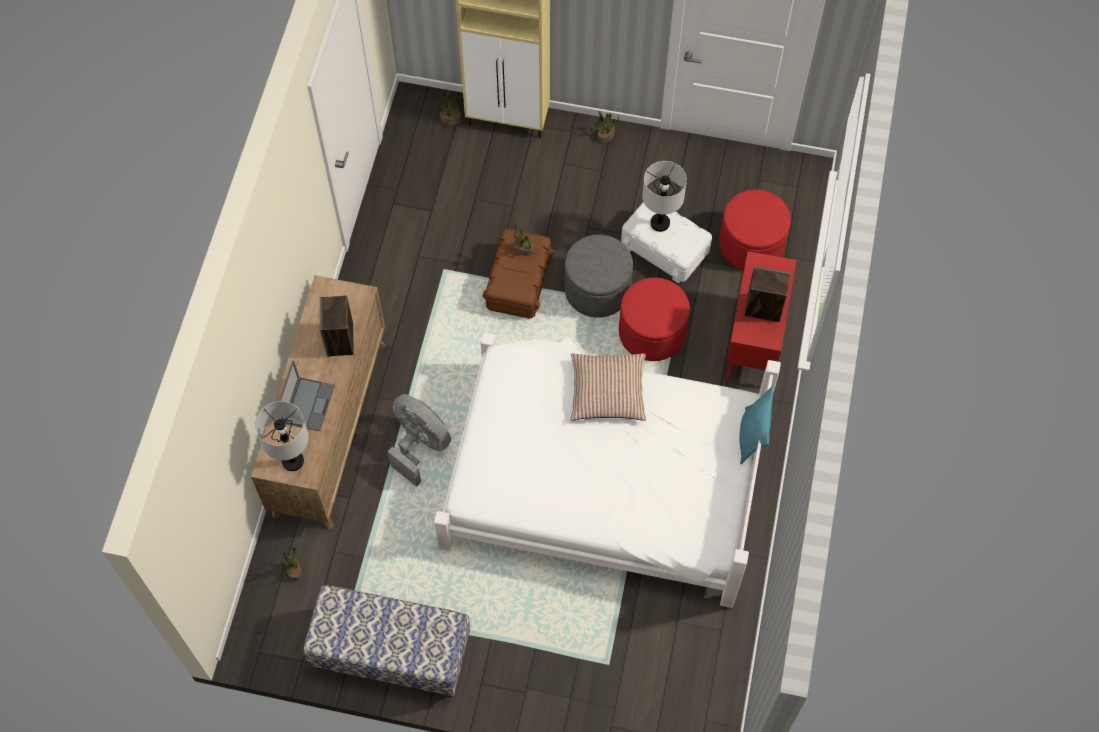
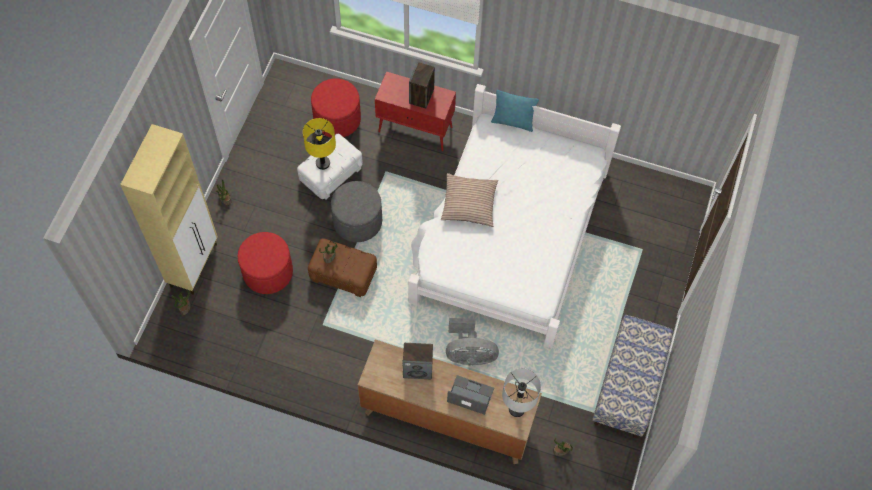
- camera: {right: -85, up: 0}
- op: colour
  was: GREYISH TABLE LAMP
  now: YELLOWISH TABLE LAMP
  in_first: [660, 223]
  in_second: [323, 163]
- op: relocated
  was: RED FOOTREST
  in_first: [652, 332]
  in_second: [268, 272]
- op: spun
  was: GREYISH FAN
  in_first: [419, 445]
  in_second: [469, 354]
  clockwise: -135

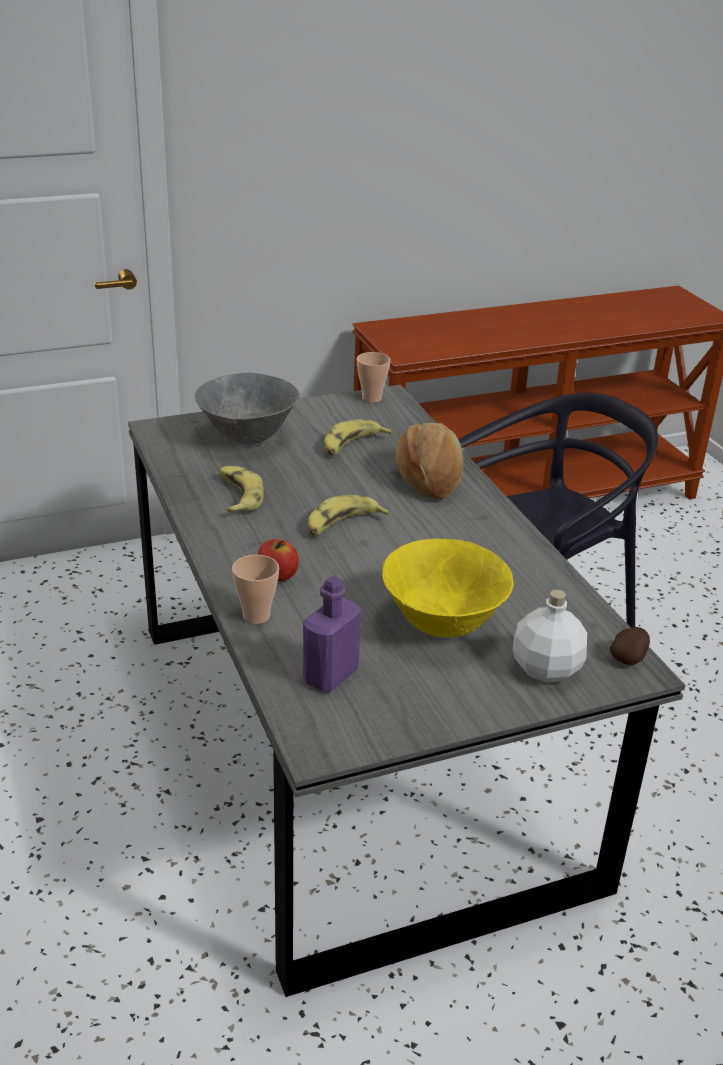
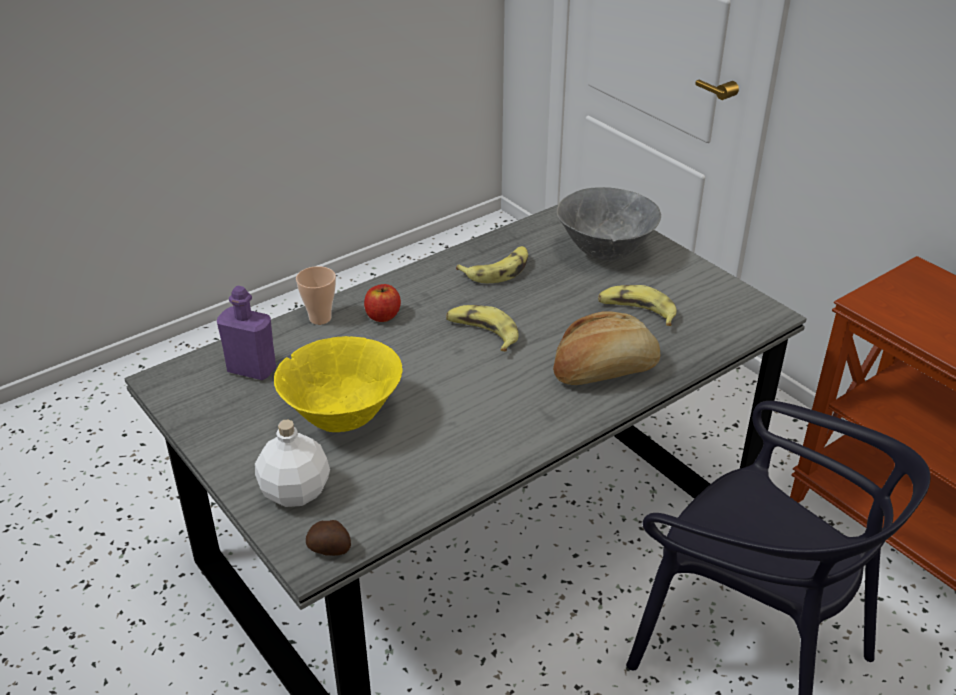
- camera: {right: 75, up: 5}
- op: missing
  was: SMALL CUP
  in_first: [371, 398]

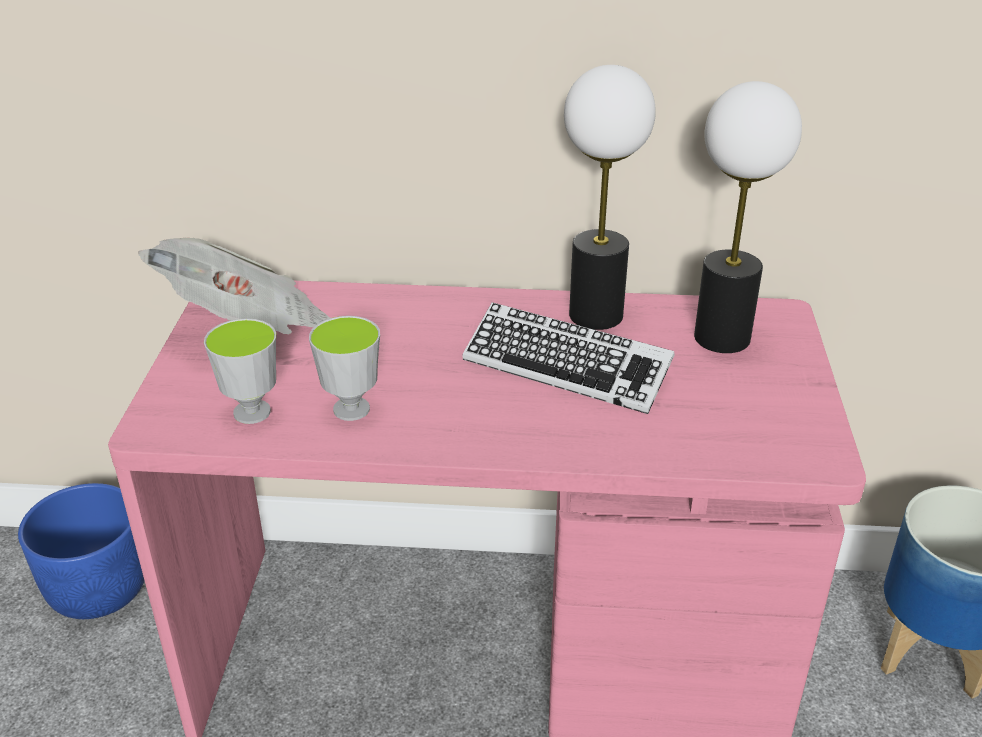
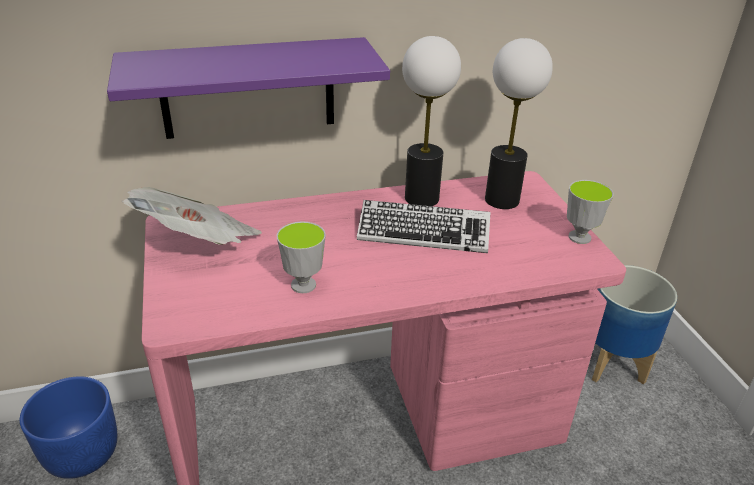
- camera: {right: -20, up: 0}
- op: relocated
  was: SMALL CUP
  in_first: [252, 412]
  in_second: [579, 237]
- op: appeared
  now: PURPLISH WALL SHELF
  in_second: [248, 88]

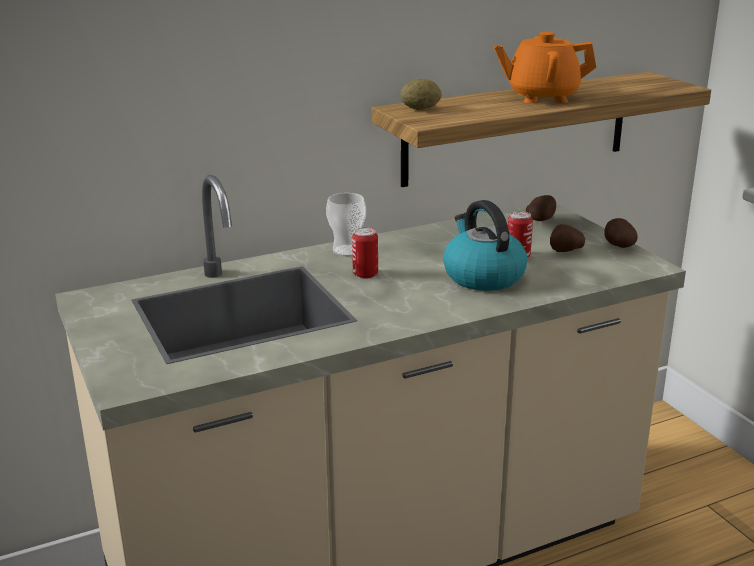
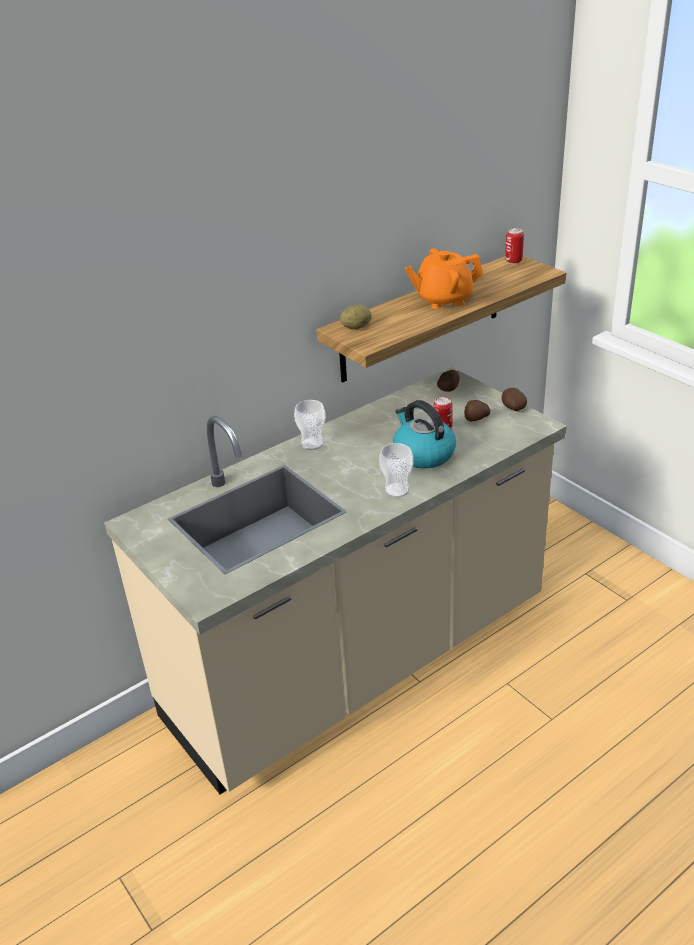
- camera: {right: -10, up: 10}
- op: relocated
  was: METAL CAN
  in_first: [365, 274]
  in_second: [513, 261]
- op: appeared
  now: SMALL CUP
  in_second: [397, 490]

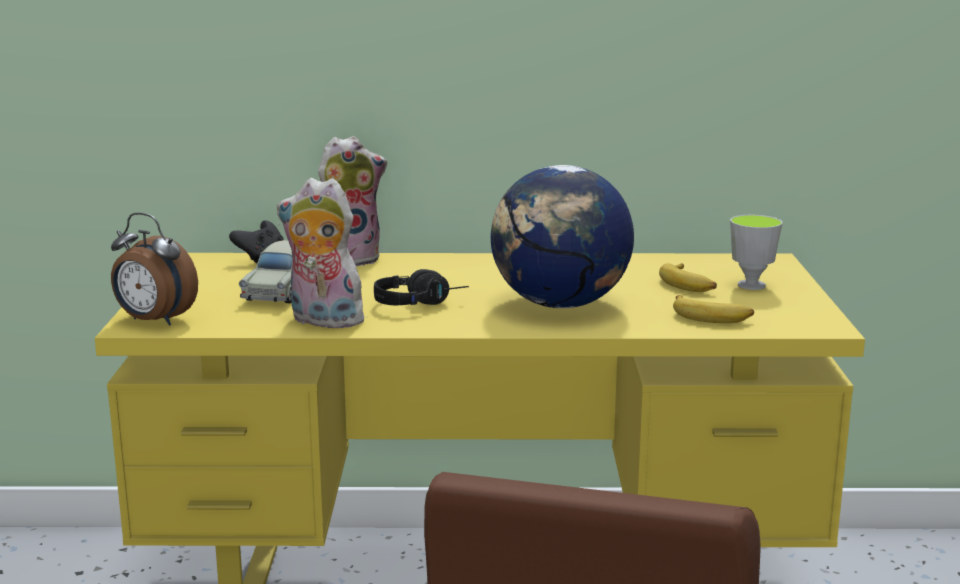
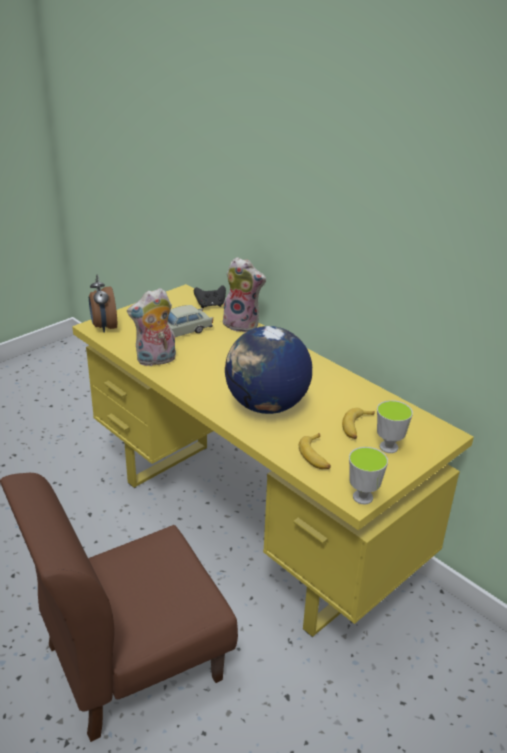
- camera: {right: 45, up: 15}
- op: spun
  was: SOFT TOY
  in_first: [322, 321]
  in_second: [156, 360]
  clockwise: -90
- op: missing
  was: BLACK PAIR OF HEADPHONES
  in_first: [420, 303]
- op: appeared
  now: SMALL CUP
  in_second: [362, 497]

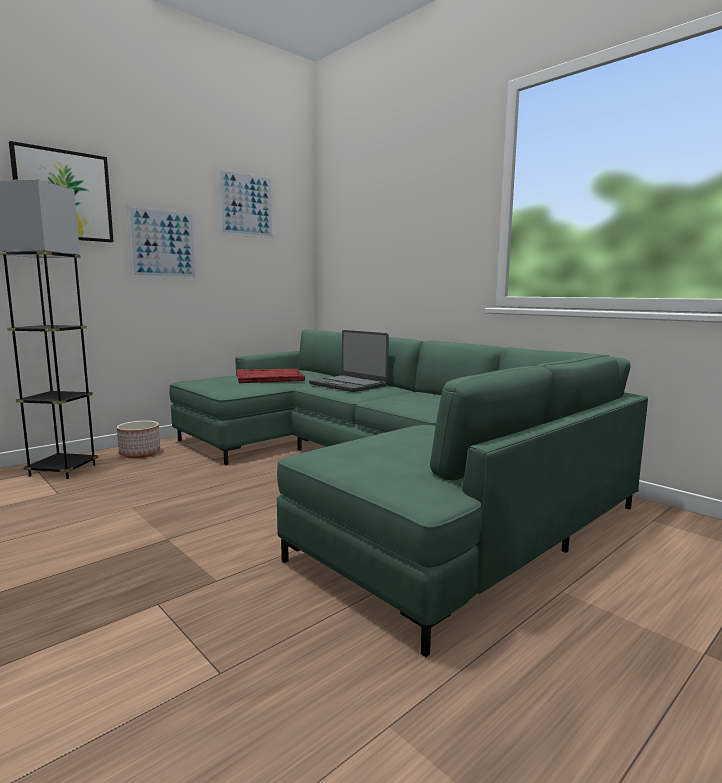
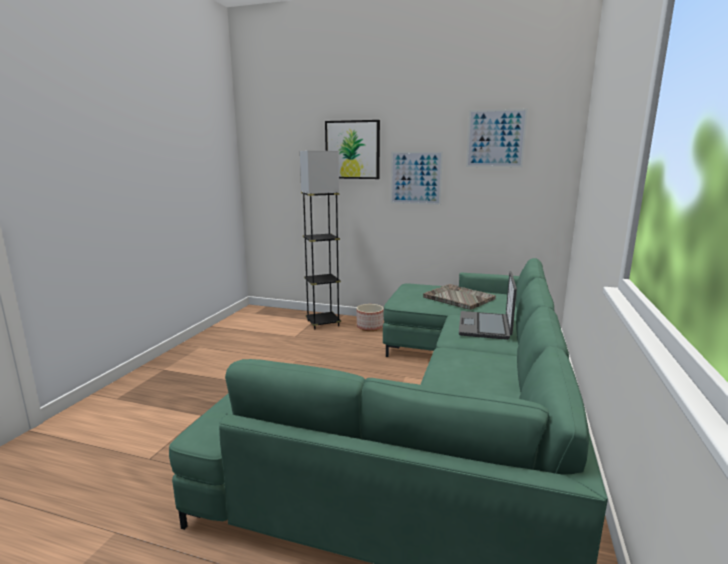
- camera: {right: 60, up: 5}
- op: colour
  was: RED CARRYING TRAY
  now: GREYISH CARRYING TRAY
  in_first: [269, 377]
  in_second: [458, 298]

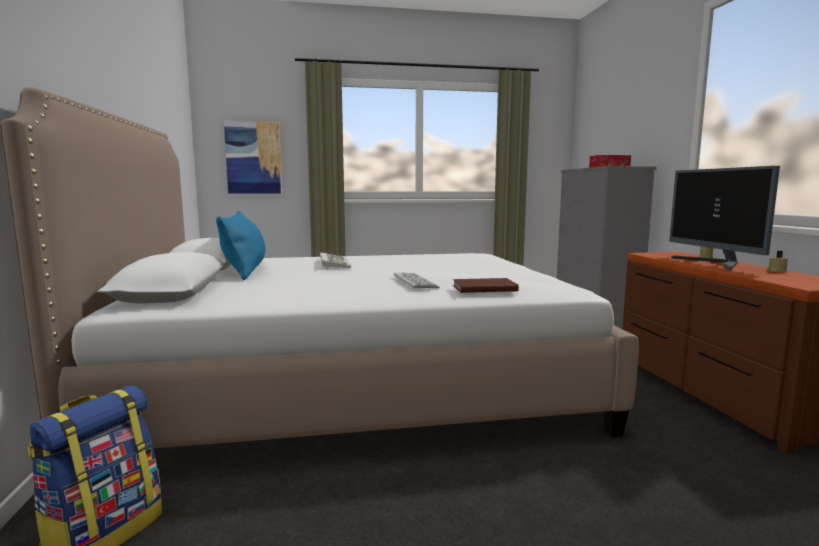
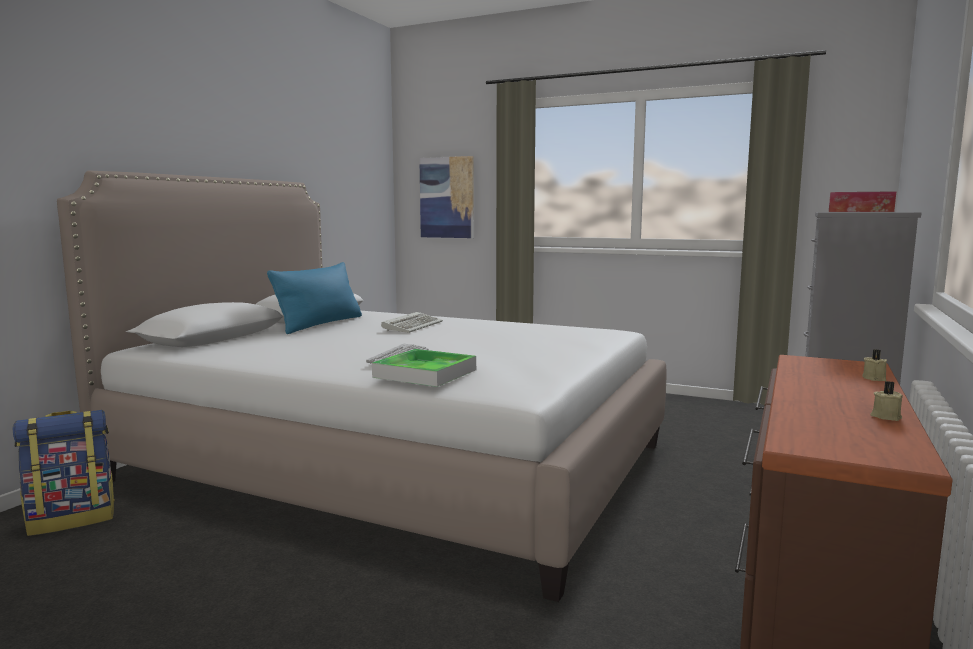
- camera: {right: 35, up: 0}
- op: missing
  was: COMPUTER SCREEN
  in_first: [715, 264]
- op: exchanged
  was: BROWN BOOK
  now: CARRYING TRAY
  in_first: [483, 288]
  in_second: [425, 373]

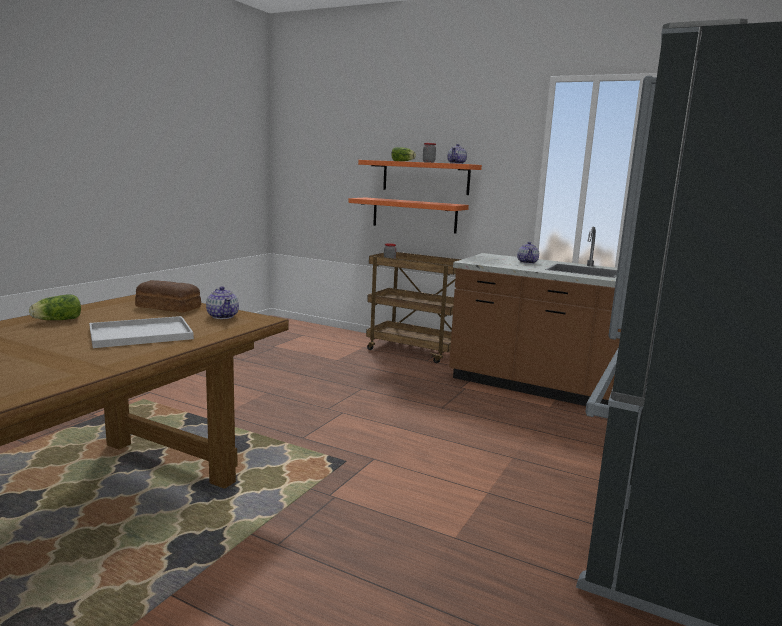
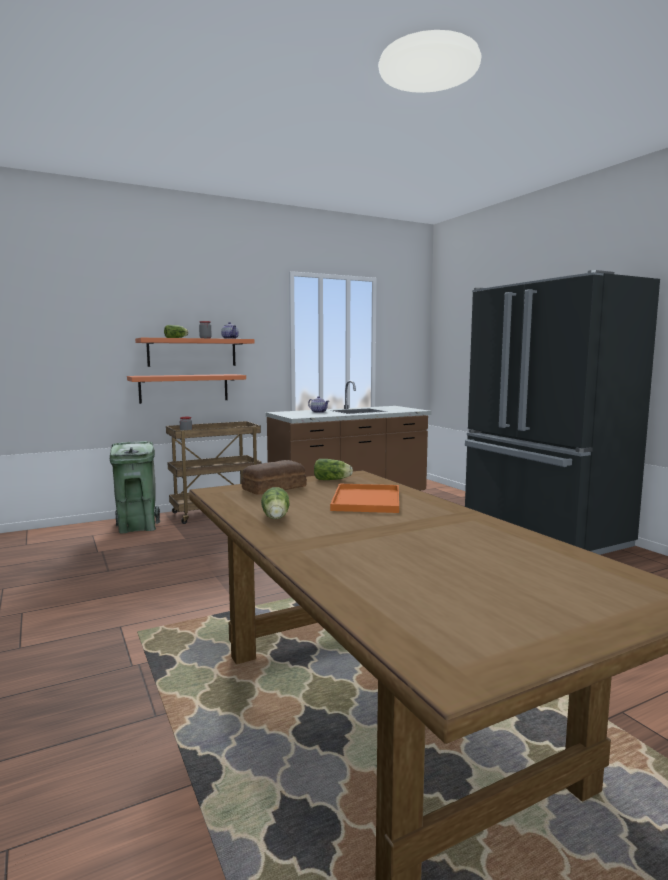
- camera: {right: -55, up: -5}
- op: exchanged
  was: POT FOR TEA
  now: LETTUCE HEAD
  in_first: [223, 316]
  in_second: [333, 480]
- op: colour
  was: WHITE-COLOURED CARRYING TRAY
  now: ORANGE-COLOURED CARRYING TRAY
  in_first: [143, 333]
  in_second: [365, 499]
- op: appeared
  now: GREEN-COLOURED RUBBISH BIN
  in_second: [137, 527]

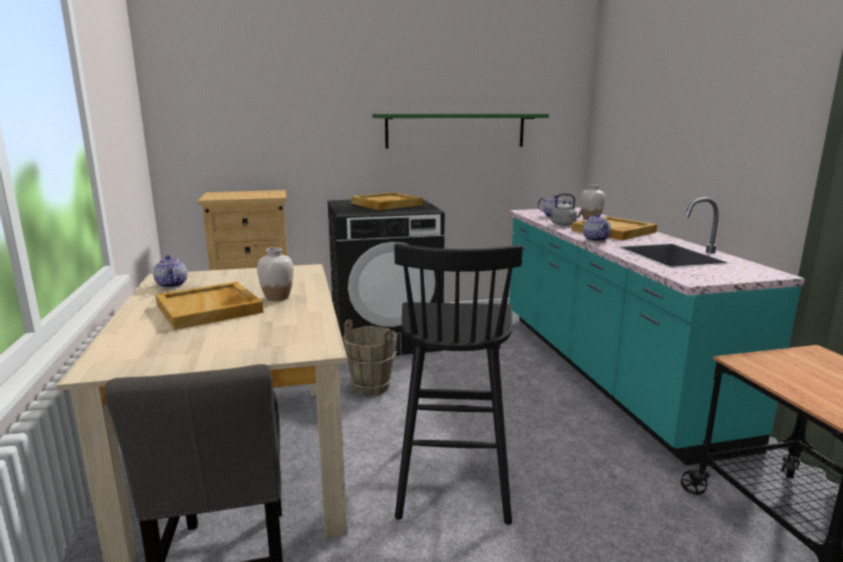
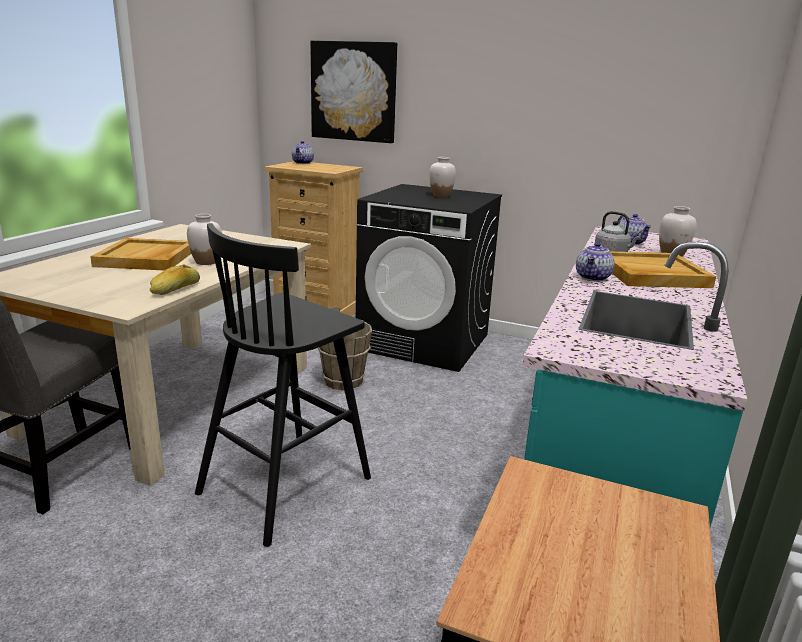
- camera: {right: 35, up: 5}
- op: missing
  was: GREEN-COLOURED WALL SHELF
  in_first: [456, 130]
- op: exchanged
  was: BEIGE CARRYING TRAY
  now: WHITE-COLOURED VASE
  in_first: [386, 204]
  in_second: [441, 195]
- op: relocated
  was: POT FOR TEA
  in_first: [172, 285]
  in_second: [303, 163]
- op: appeared
  now: WALL PICTURE
  in_second: [354, 92]
- op: appeared
  now: BAKERY BREAD
  in_second: [176, 289]

